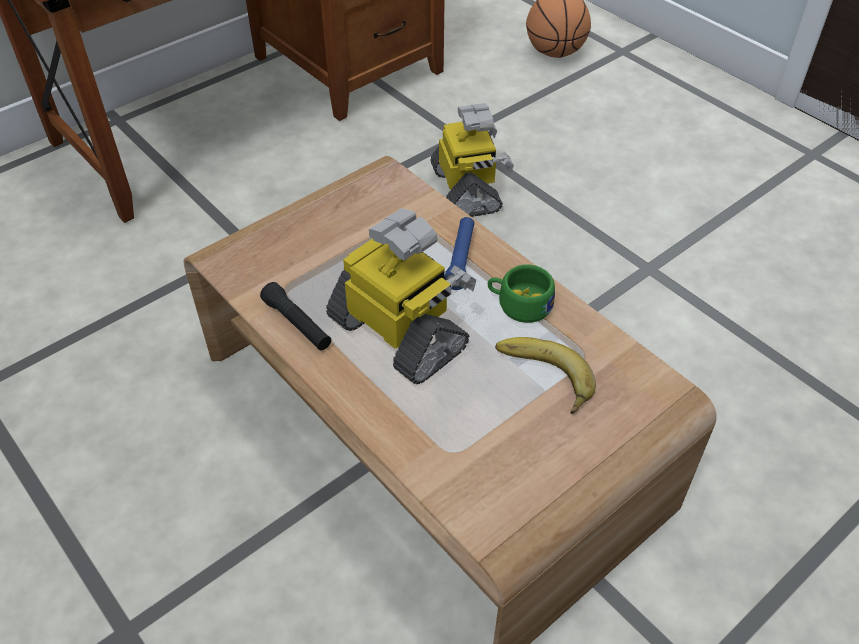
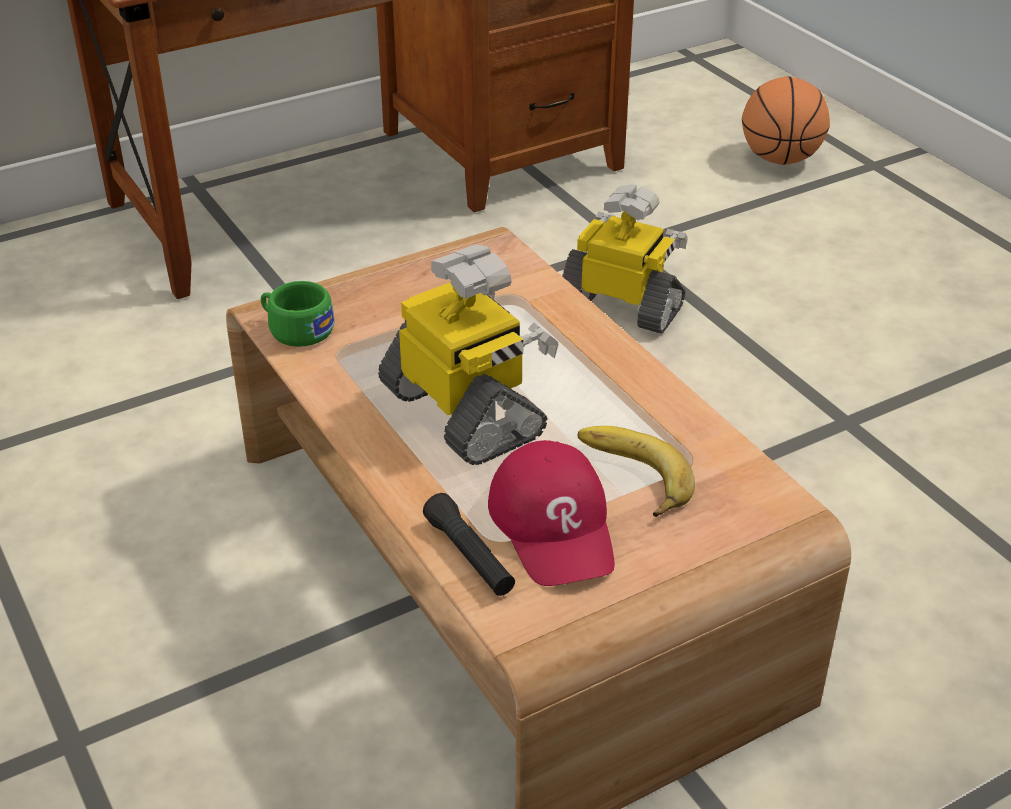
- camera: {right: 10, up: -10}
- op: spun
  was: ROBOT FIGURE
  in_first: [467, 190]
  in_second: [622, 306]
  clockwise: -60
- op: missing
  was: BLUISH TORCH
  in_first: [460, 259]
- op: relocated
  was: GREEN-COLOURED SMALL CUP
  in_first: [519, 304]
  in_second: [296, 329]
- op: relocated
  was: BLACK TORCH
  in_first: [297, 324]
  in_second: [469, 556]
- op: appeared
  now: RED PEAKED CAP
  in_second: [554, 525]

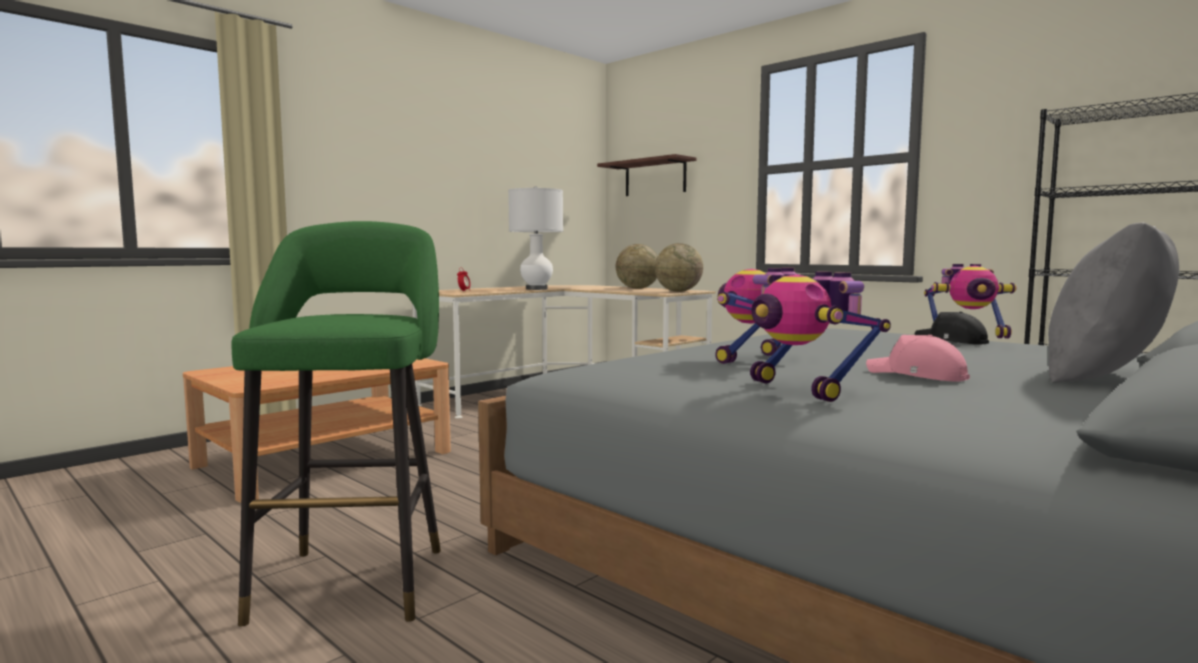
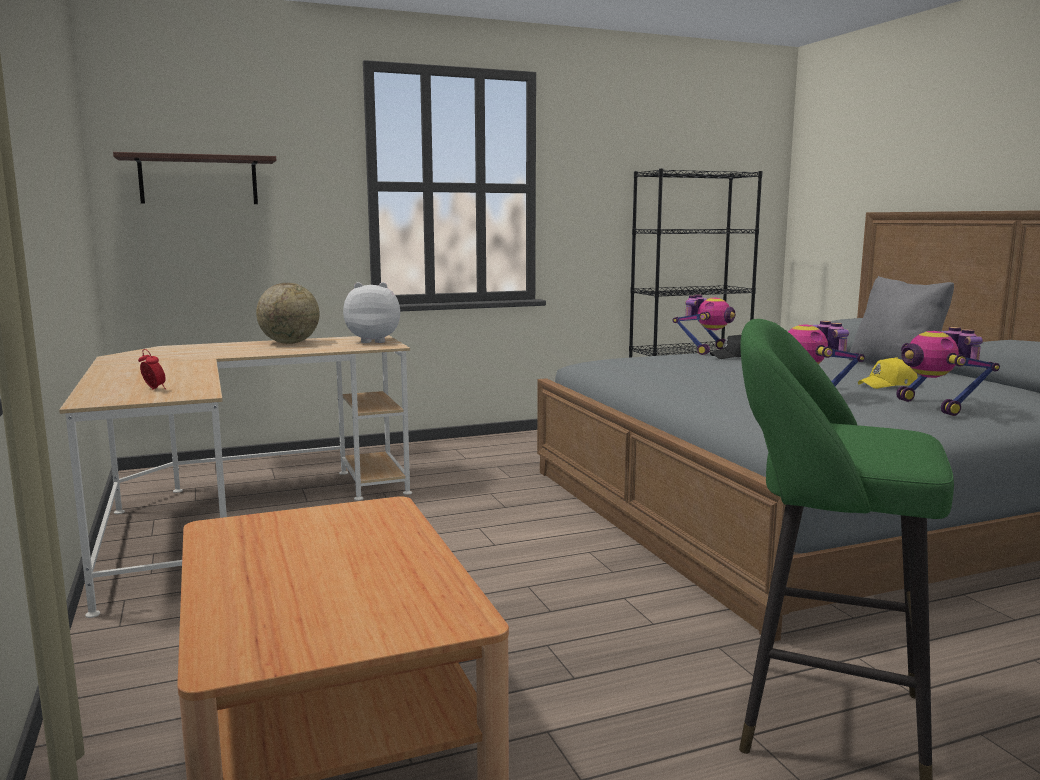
- camera: {right: -65, up: 5}
- op: missing
  was: WHITE-COLOURED TABLE LAMP
  in_first: [536, 289]
- op: exchanged
  was: WORLD GLOBE
  now: SOFT TOY
  in_first: [678, 291]
  in_second: [374, 341]
- op: spun
  was: ROBOT FIGURE
  in_first: [805, 389]
  in_second: [936, 407]
  clockwise: 75
- op: colour
  was: PINKISH PEAKED CAP
  now: YELLOWISH PEAKED CAP
  in_first: [916, 375]
  in_second: [888, 385]

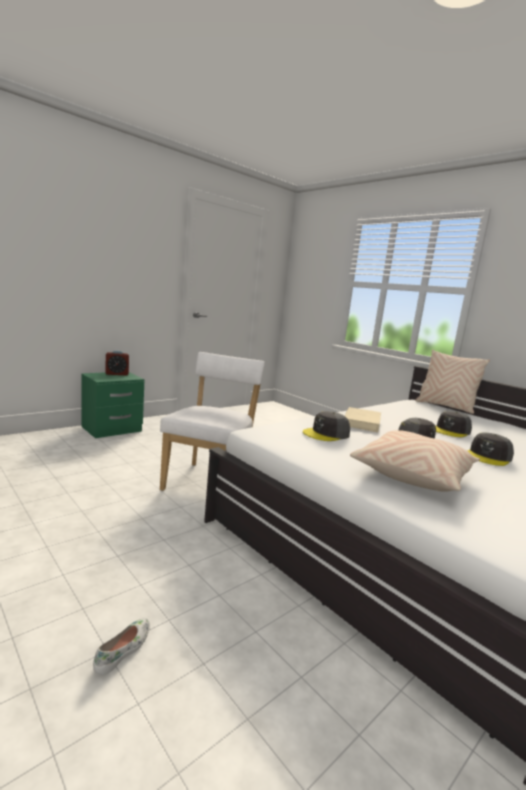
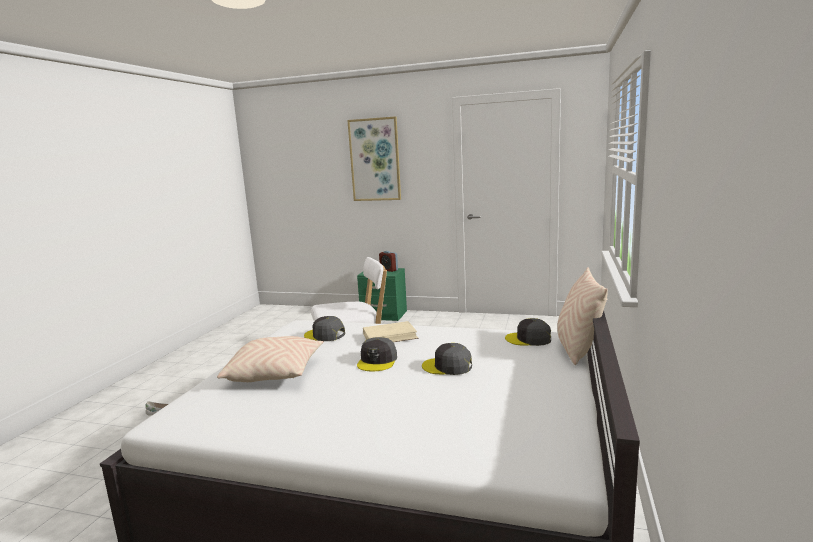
- camera: {right: 60, up: 0}
- op: relocated
  was: GREYISH PEAKED CAP
  in_first: [488, 456]
  in_second: [528, 339]
- op: appeared
  now: WALL PICTURE
  in_second: [375, 160]

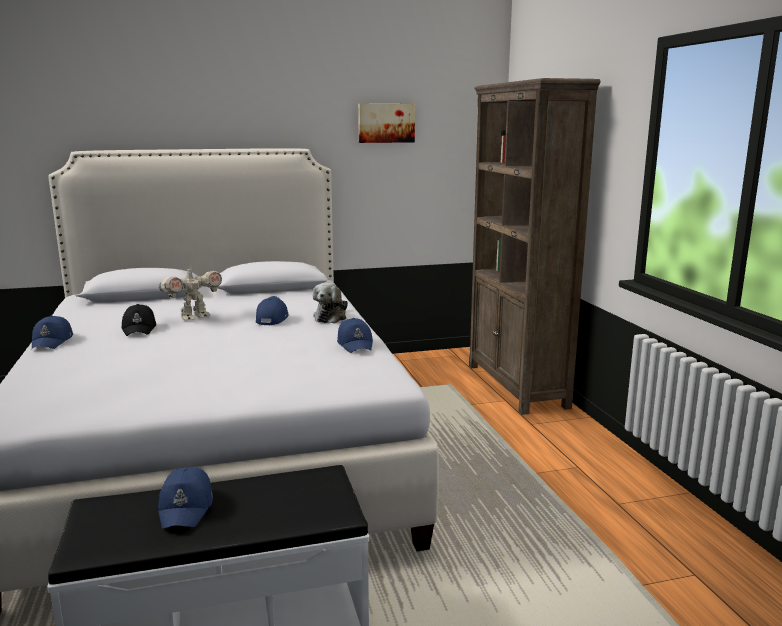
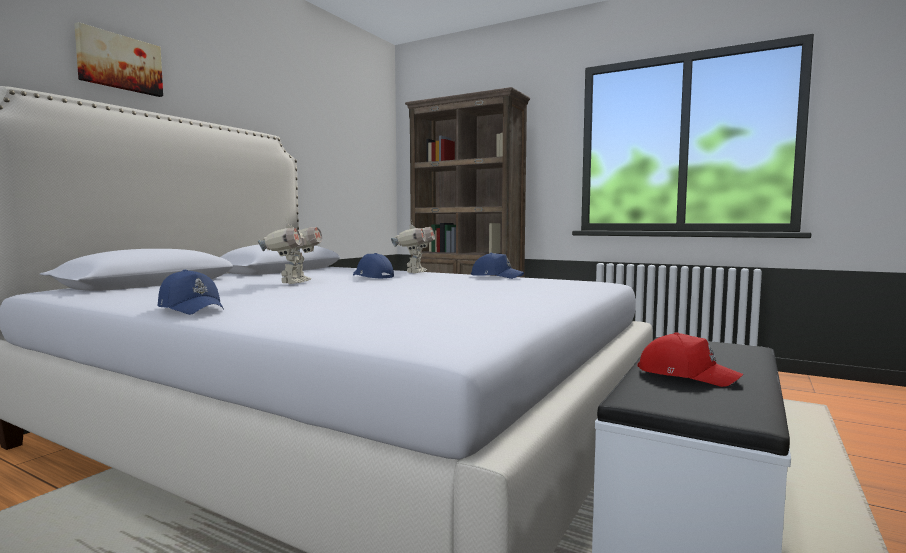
- camera: {right: -45, up: -10}
- op: relocated
  was: WALL PICTURE
  in_first: [386, 123]
  in_second: [119, 62]
- op: exchanged
  was: SOFT TOY
  now: ROBOT FIGURE
  in_first: [331, 317]
  in_second: [414, 272]
- op: missing
  was: BLACK PEAKED CAP
  in_first: [140, 328]
- op: colour
  was: BLUISH PEAKED CAP
  now: RED PEAKED CAP
  in_first: [187, 507]
  in_second: [686, 374]

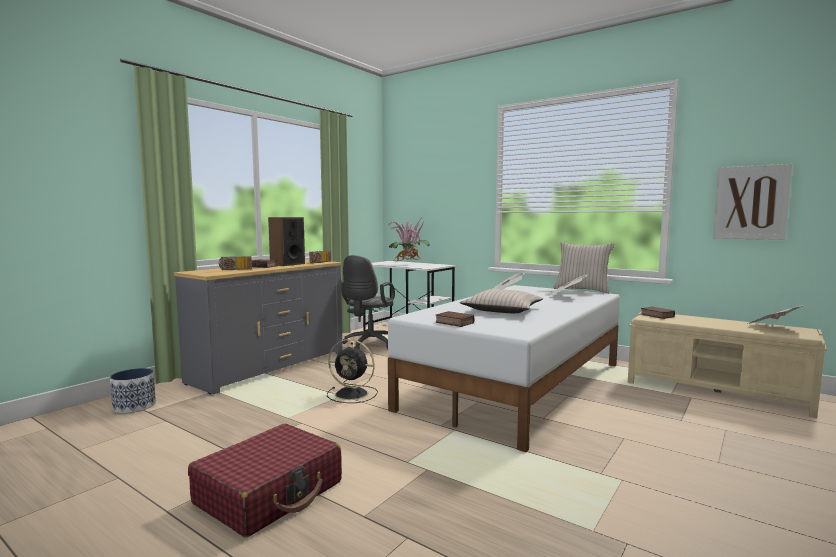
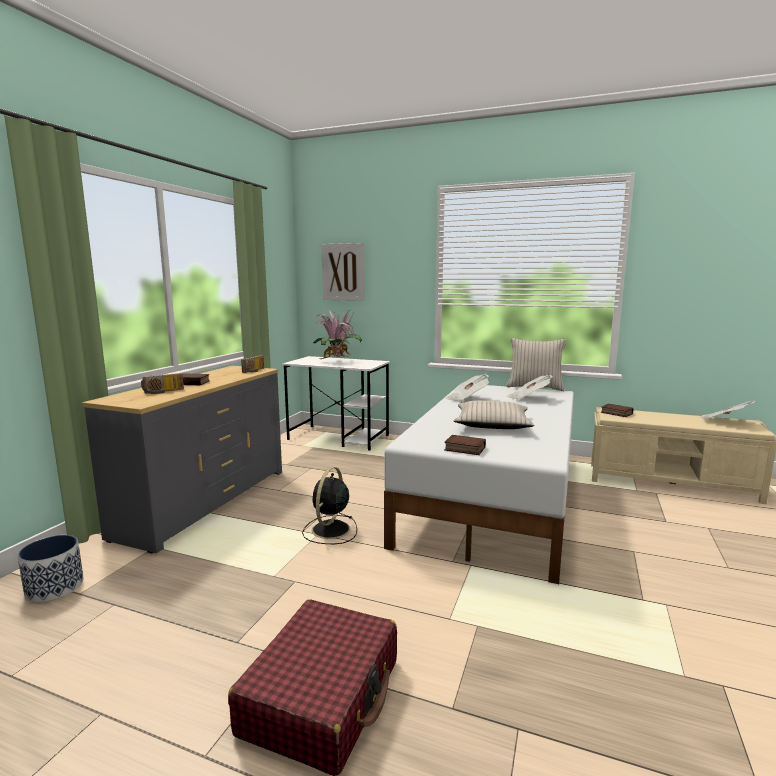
- camera: {right: -15, up: 5}
- op: relocated
  was: WALL PICTURE
  in_first: [750, 202]
  in_second: [343, 272]
- op: missing
  was: LOUDSPEAKER
  in_first: [287, 264]
- op: missing
  was: GREYISH DESK CHAIR
  in_first: [368, 345]
- op: spun
  was: BLACK FAN
  in_first: [353, 394]
  in_second: [330, 530]
  clockwise: 105

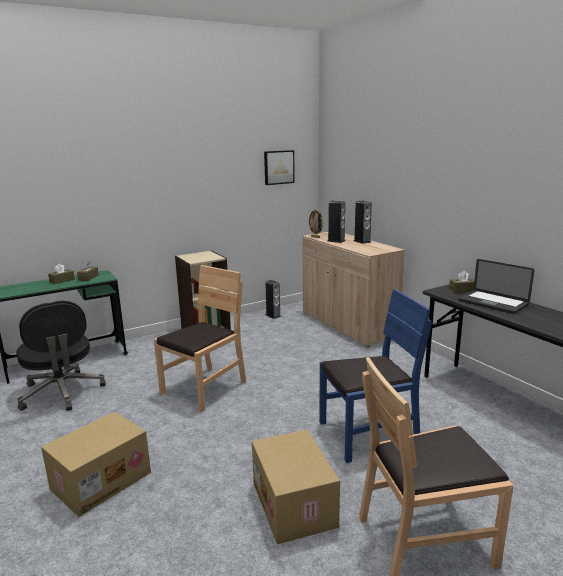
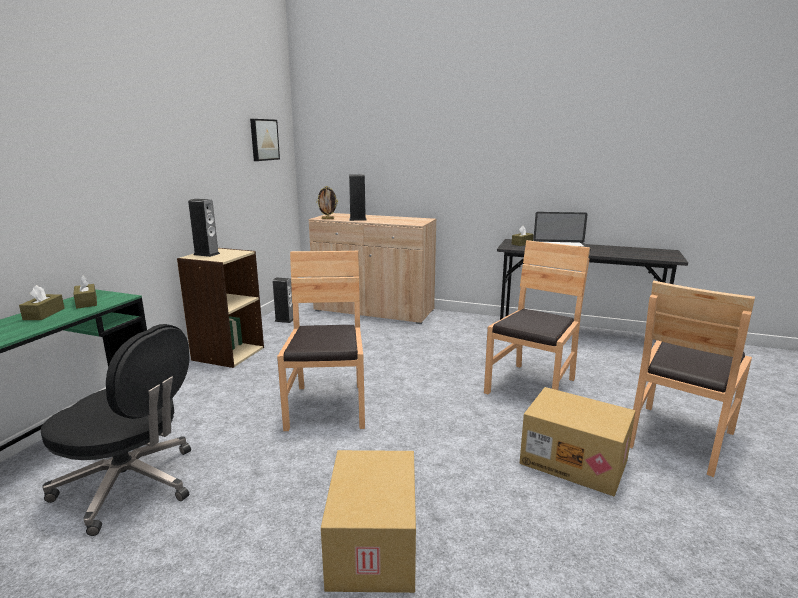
- camera: {right: -40, up: 0}
- op: relocated
  was: LOUDSPEAKER
  in_first: [362, 241]
  in_second: [206, 254]
- op: colour
  was: BLUISH PLAIN CHAIR
  now: BROWN PLAIN CHAIR
  in_first: [368, 434]
  in_second: [532, 387]

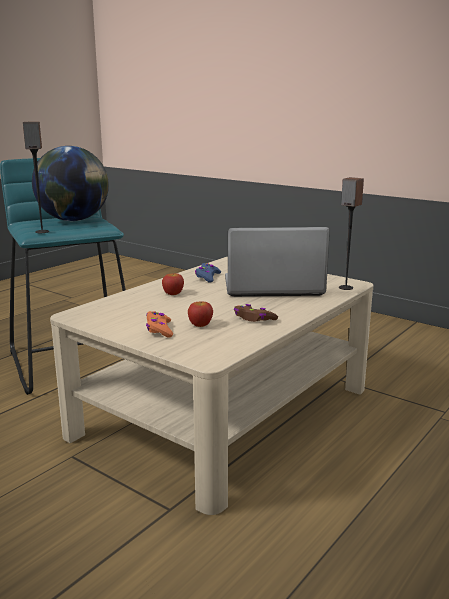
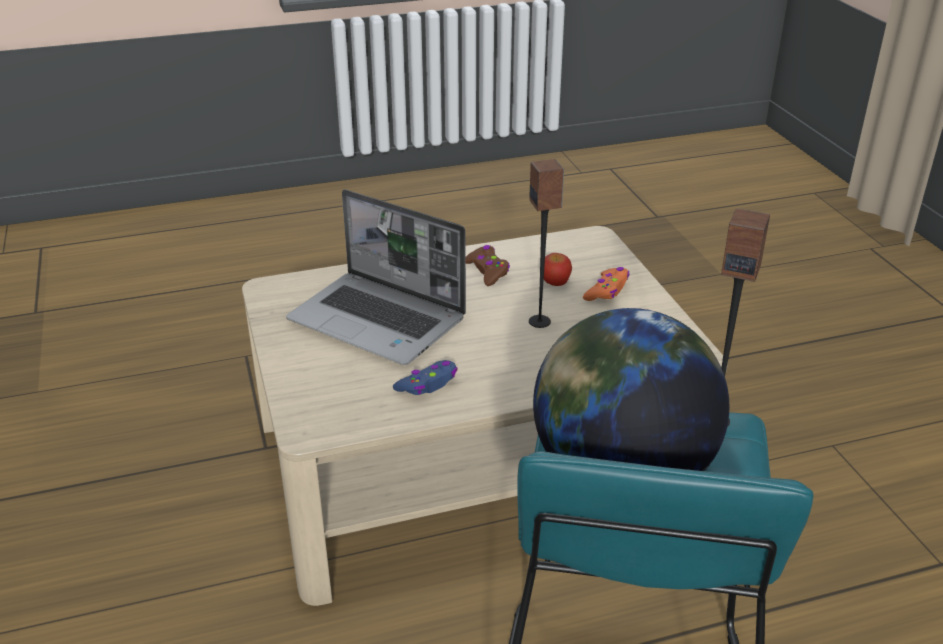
- camera: {right: -145, up: 15}
- op: relocated
  was: LOUDSPEAKER
  in_first: [345, 288]
  in_second: [540, 321]
- op: missing
  was: APPLE FRUIT
  in_first: [173, 293]

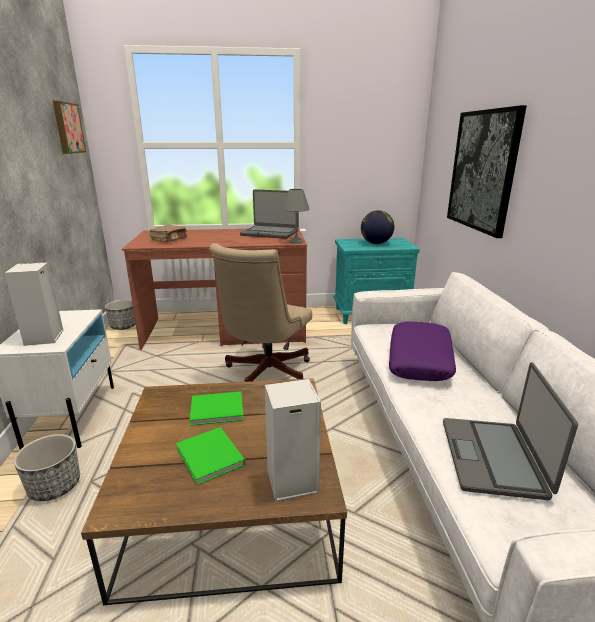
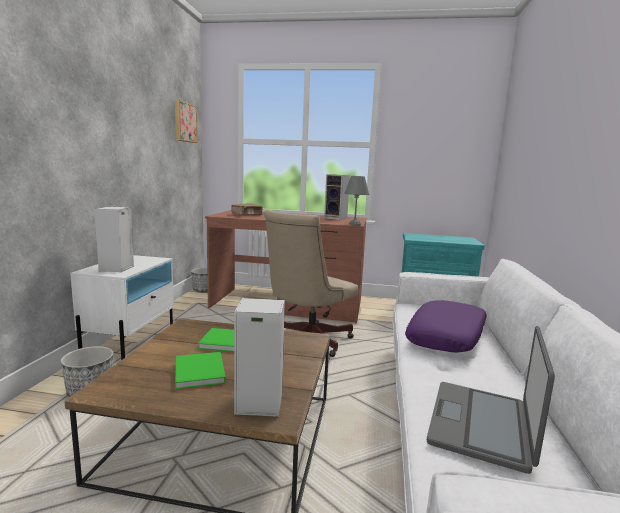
- camera: {right: 15, up: -10}
- op: missing
  was: WALL PICTURE
  in_first: [482, 171]
- op: exchanged
  was: PORTABLE COMPUTER
  now: LOUDSPEAKER
  in_first: [270, 233]
  in_second: [336, 218]
- op: missing
  was: WORLD GLOBE
  in_first: [376, 243]

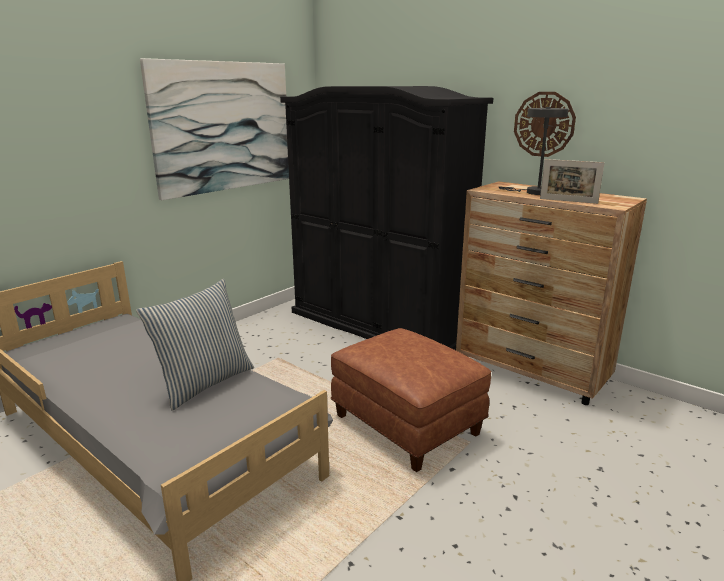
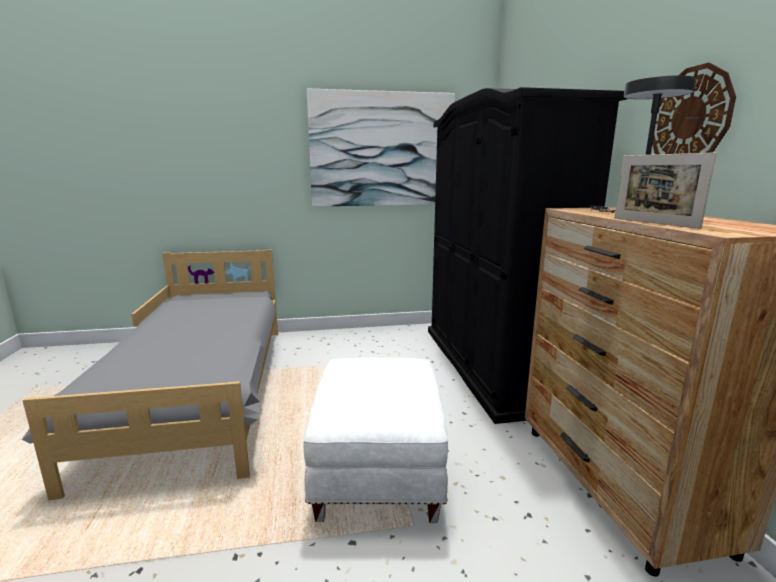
- camera: {right: 40, up: -5}
- op: missing
  was: PILLOW
  in_first: [204, 383]
- op: colour
  was: BROWN FOOTREST
  now: WHITE-COLOURED FOOTREST
  in_first: [408, 425]
  in_second: [379, 470]

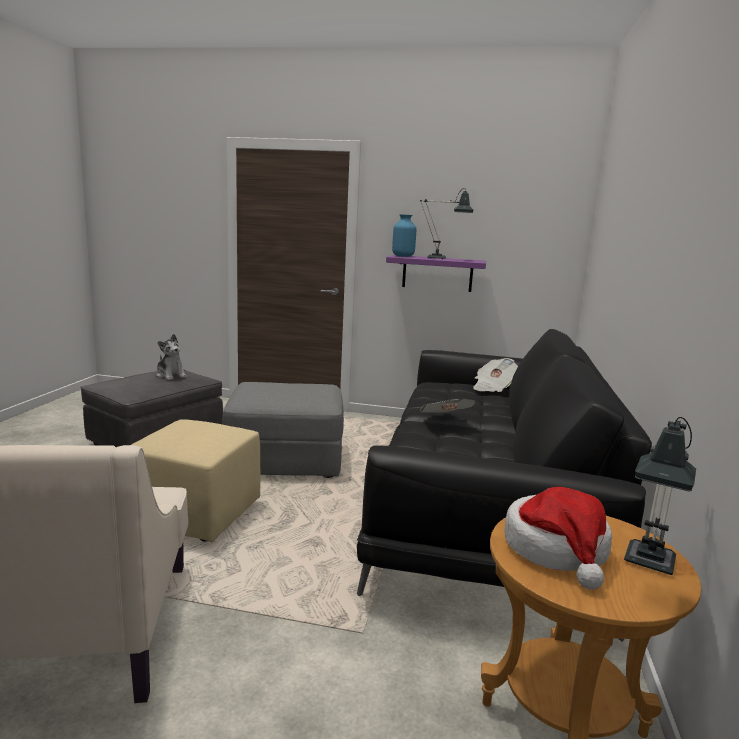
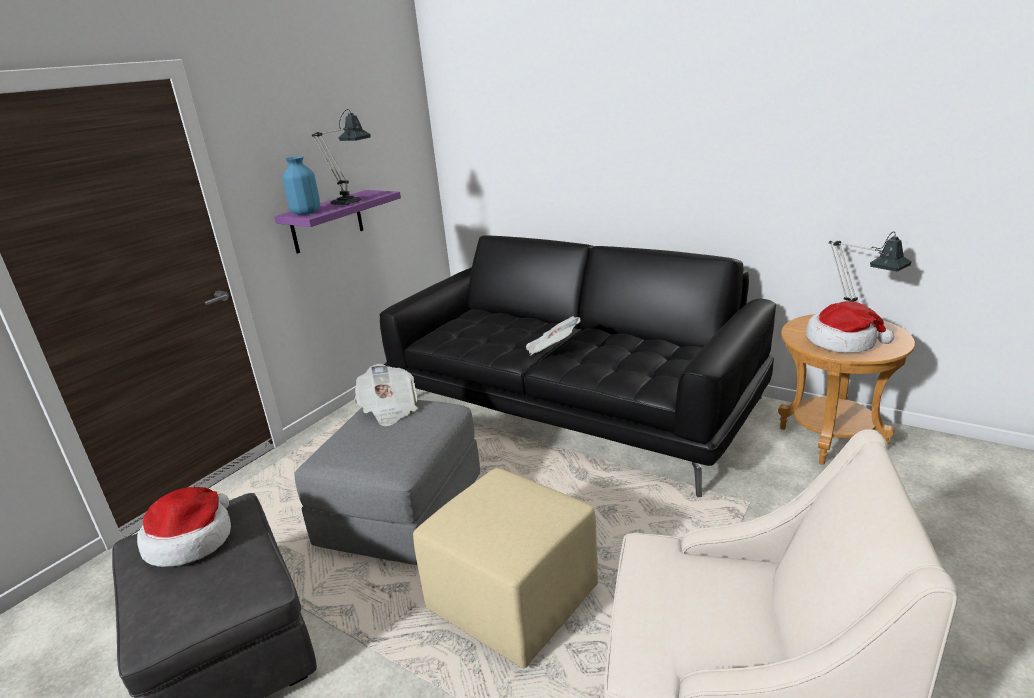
- camera: {right: -65, up: 10}
- op: exchanged
  was: SOFT TOY
  now: HAT
  in_first: [171, 375]
  in_second: [191, 540]
- op: relocated
  was: NEWSPAPER
  in_first: [494, 387]
  in_second: [389, 409]

